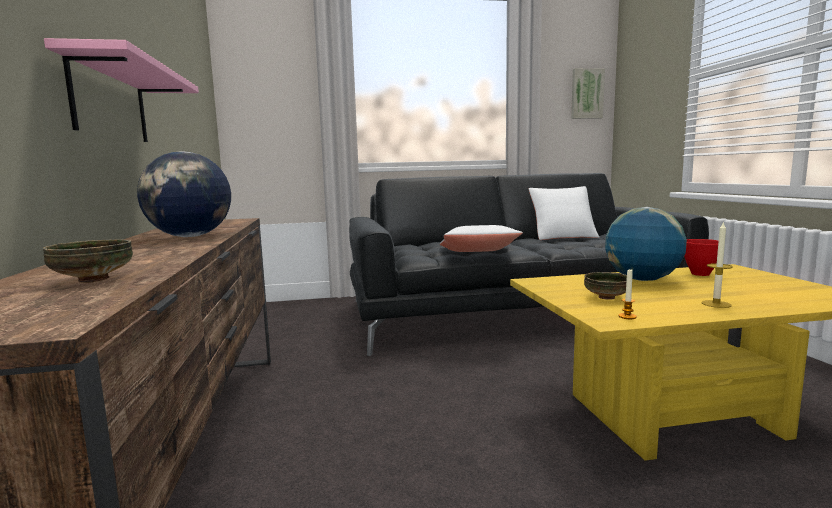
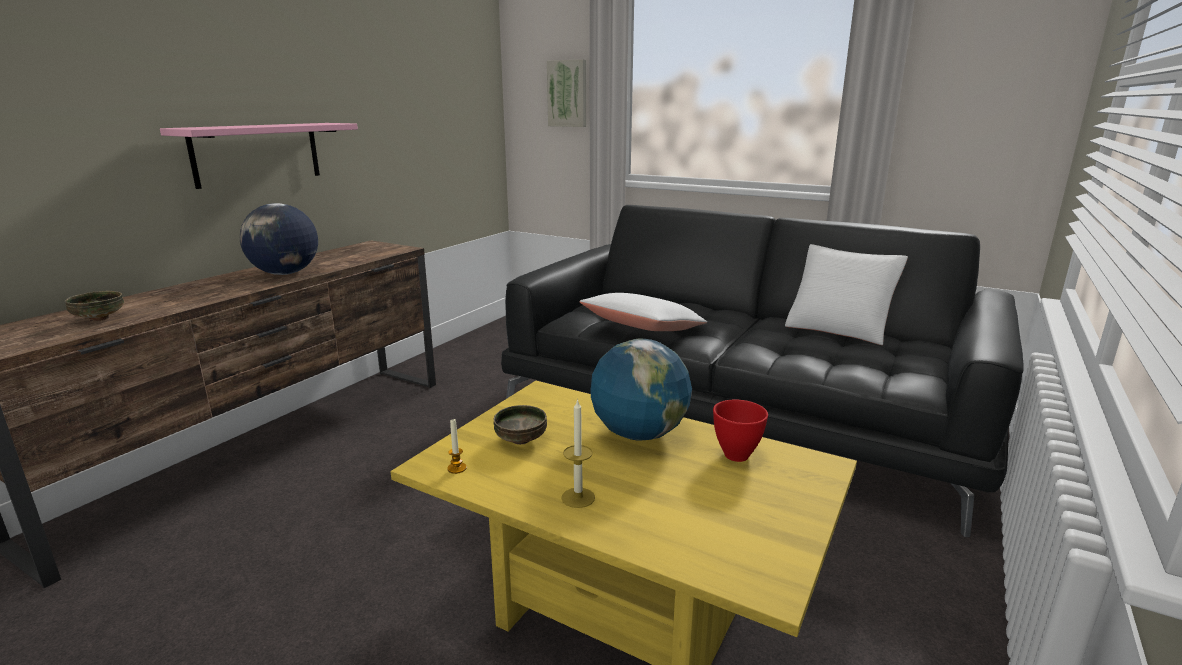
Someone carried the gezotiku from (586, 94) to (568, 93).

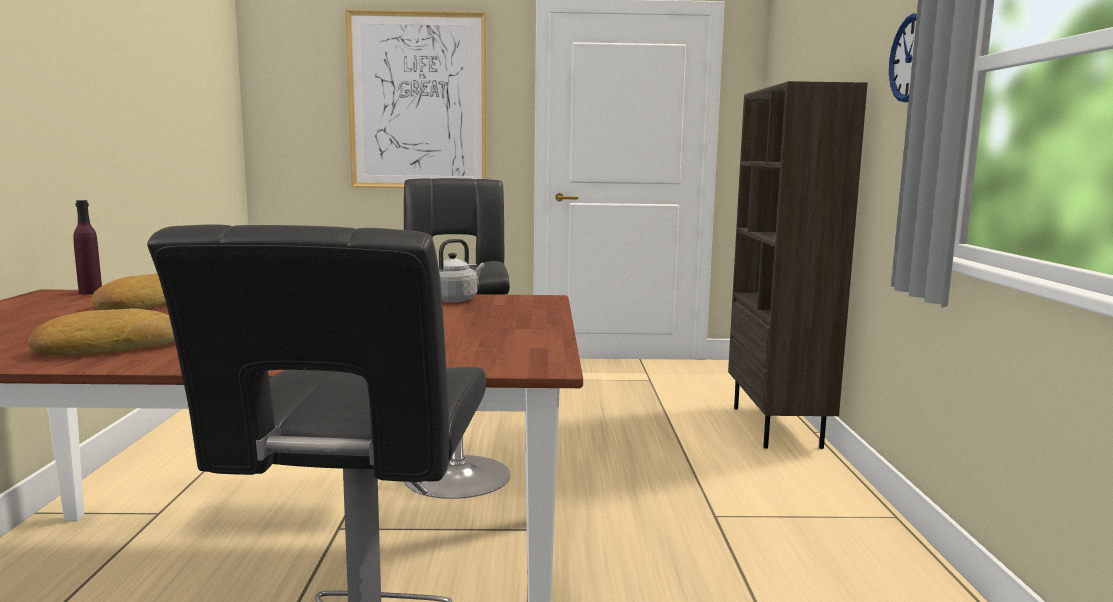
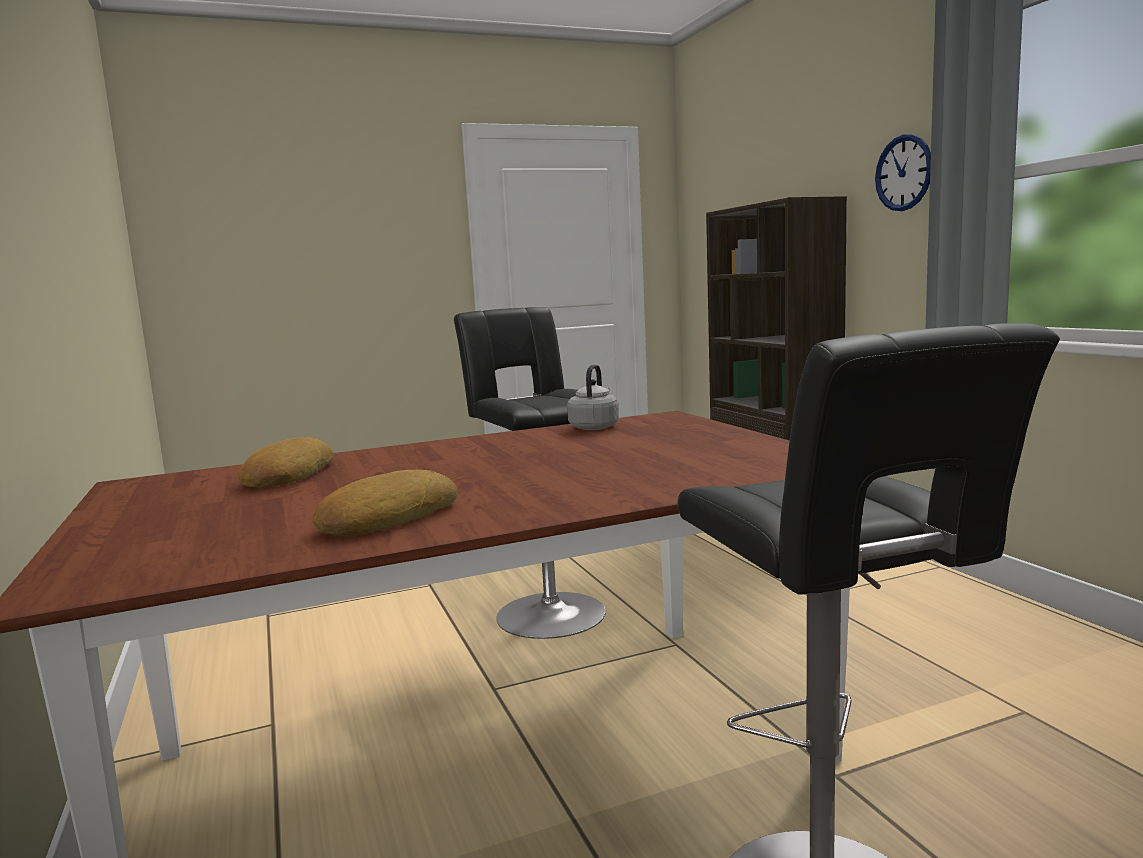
Someone took away the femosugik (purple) at (90, 292).
Someone took away the gezotiku at (418, 101).

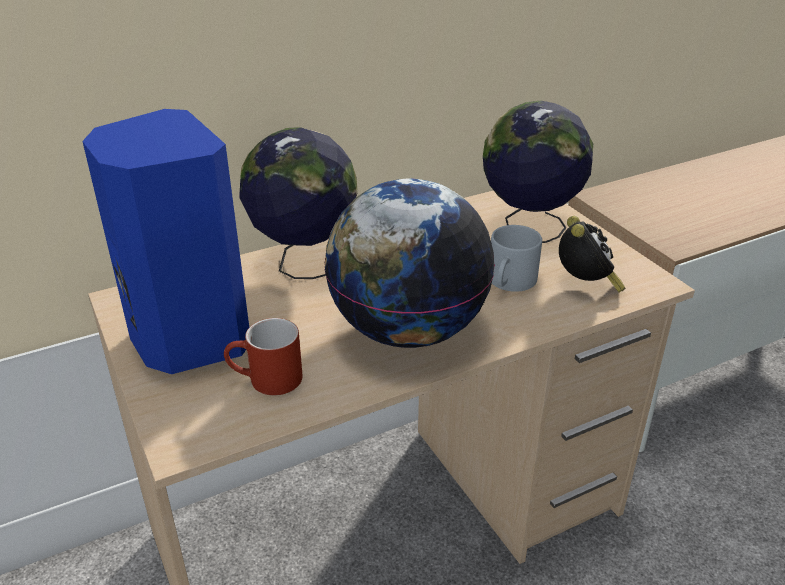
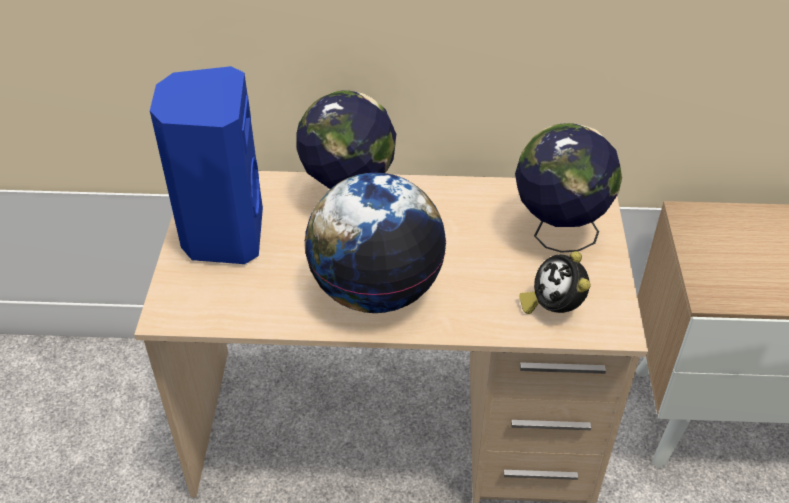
Someone rotated the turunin at (585, 285) by 135 degrees clockwise.
Someone took away the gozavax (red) at (266, 381).
Someone took away the gozavax (grey) at (510, 283).

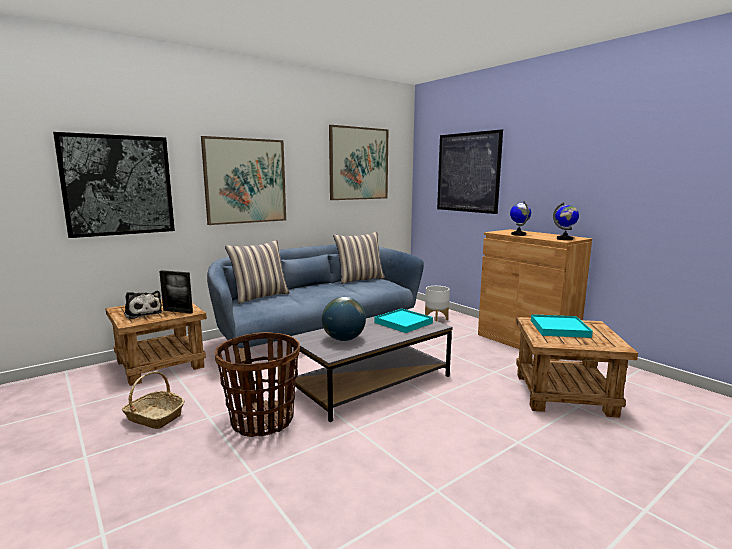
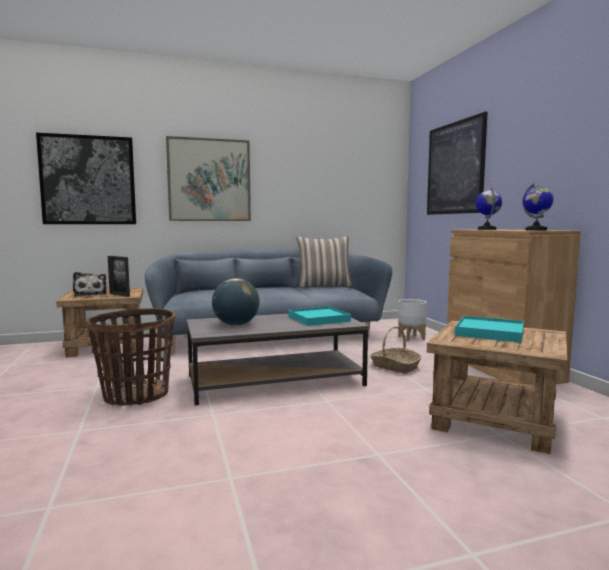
Someone carried the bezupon from (154, 417) to (395, 367).
Someone took away the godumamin at (260, 296).
Someone took away the gezotiku at (358, 163).

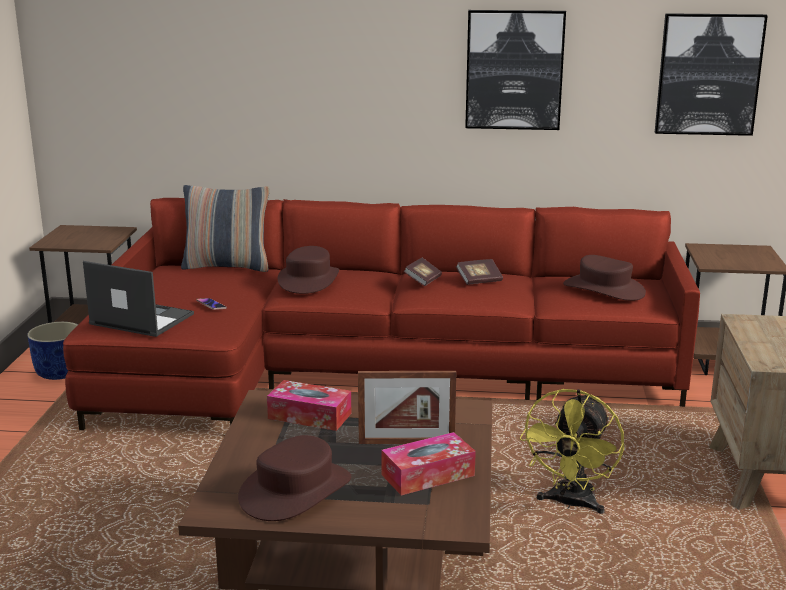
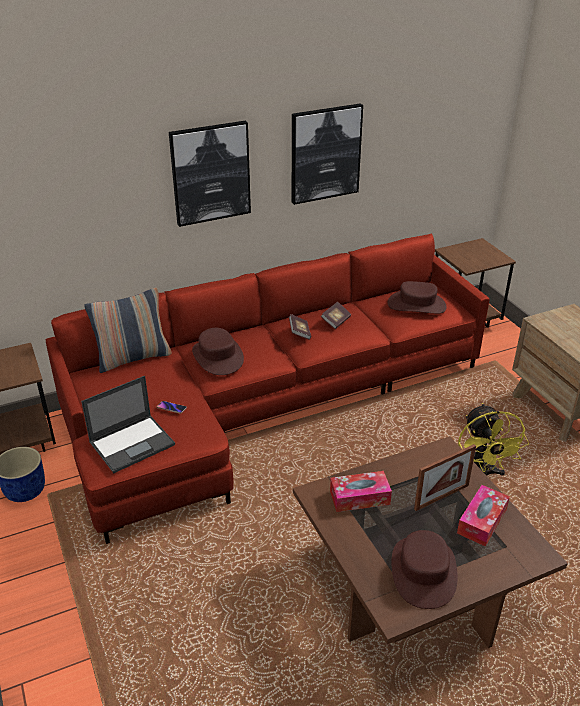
Someone rotated the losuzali at (140, 319) by 150 degrees clockwise.
Someone carried the gezotiku from (708, 74) to (210, 173).

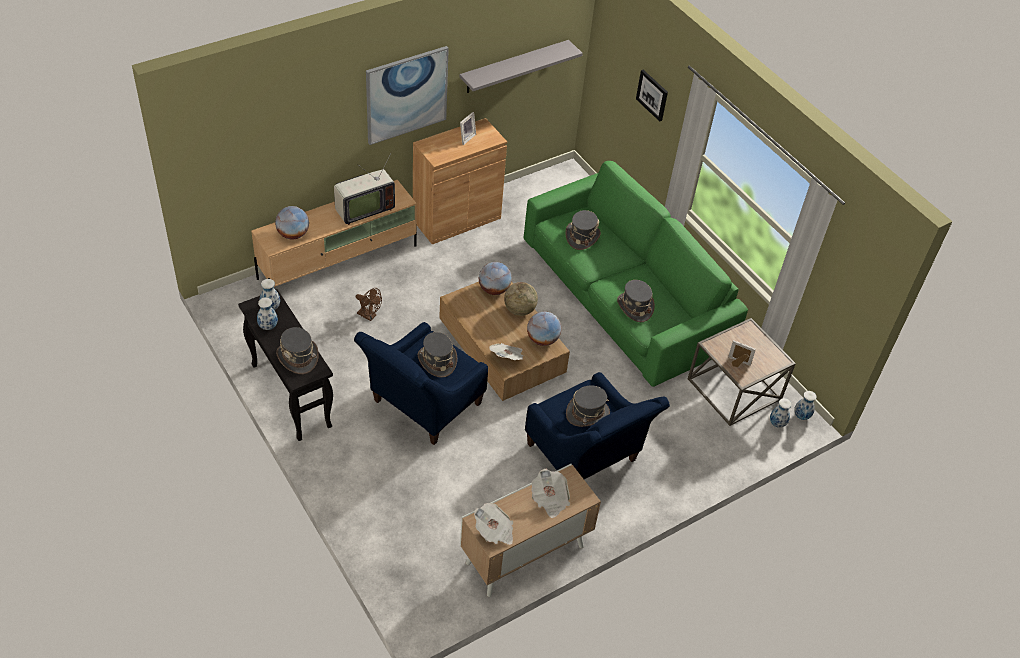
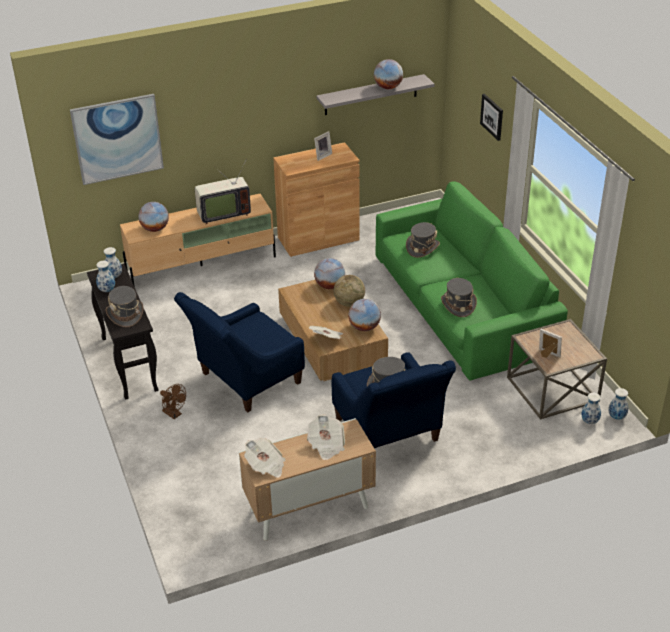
Someone carried the gezotiku from (406, 95) to (117, 139).
Someone carried the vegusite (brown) from (369, 316) to (174, 414).
Someone put down the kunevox at (388, 87).
Someone took away the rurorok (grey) at (437, 361).

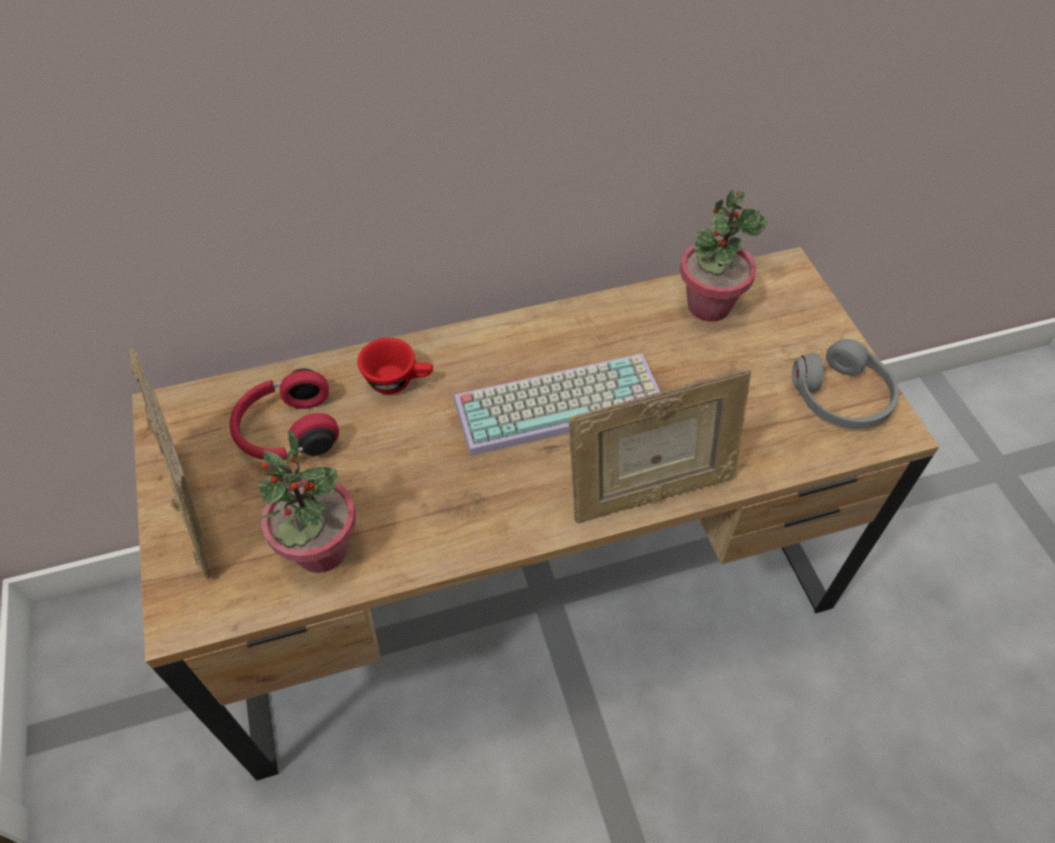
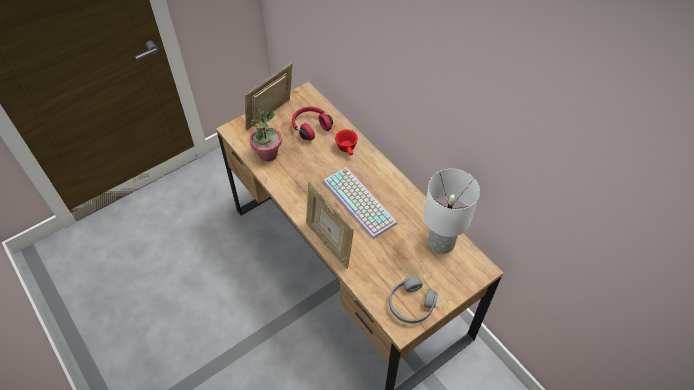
Someone swapped the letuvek at (708, 305) for the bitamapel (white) at (441, 242).

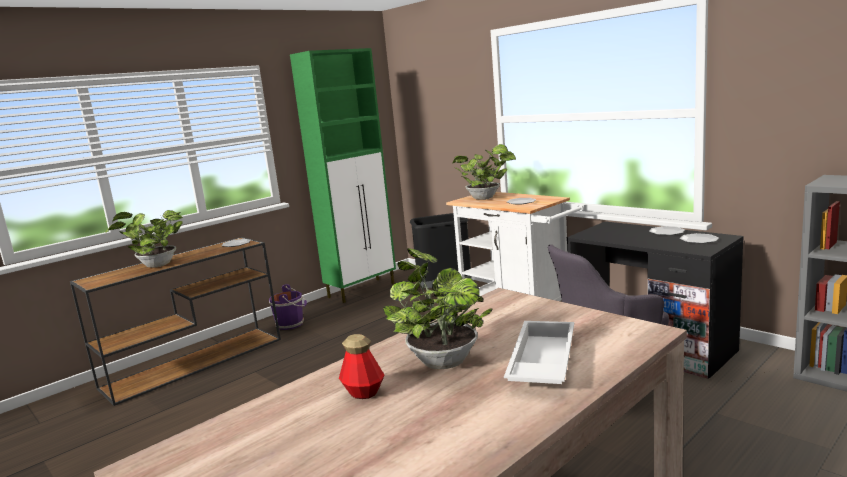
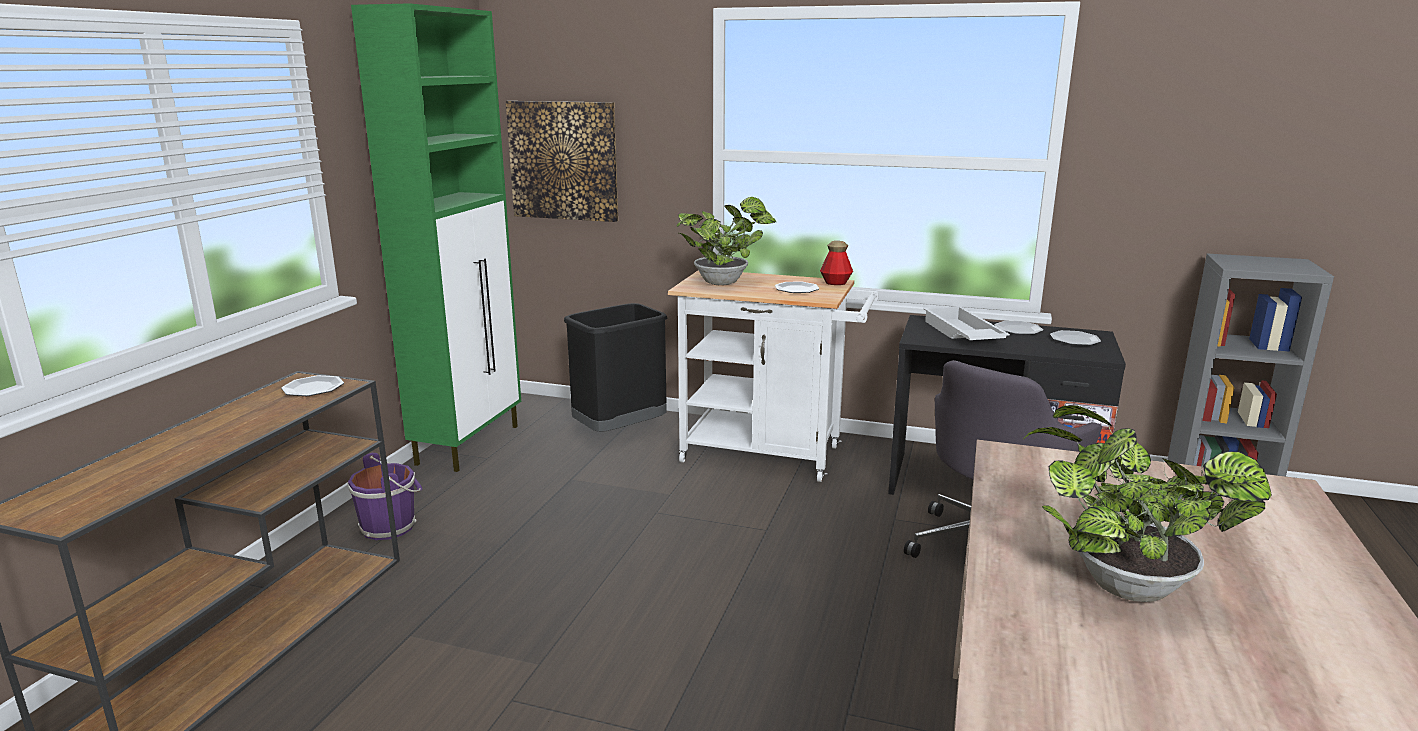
Someone put up the gezotiku at (563, 161).
Someone carried the femosugik from (363, 392) to (835, 283).
Someone carried the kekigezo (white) from (541, 362) to (961, 333).
Someone took away the letuvek at (155, 266).

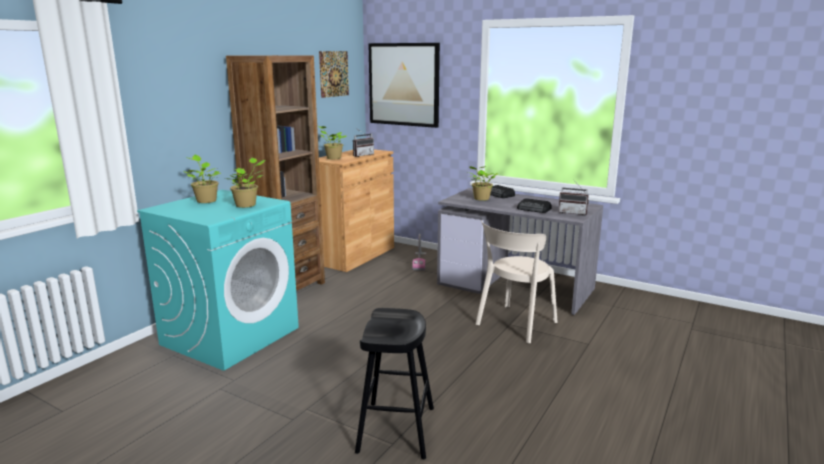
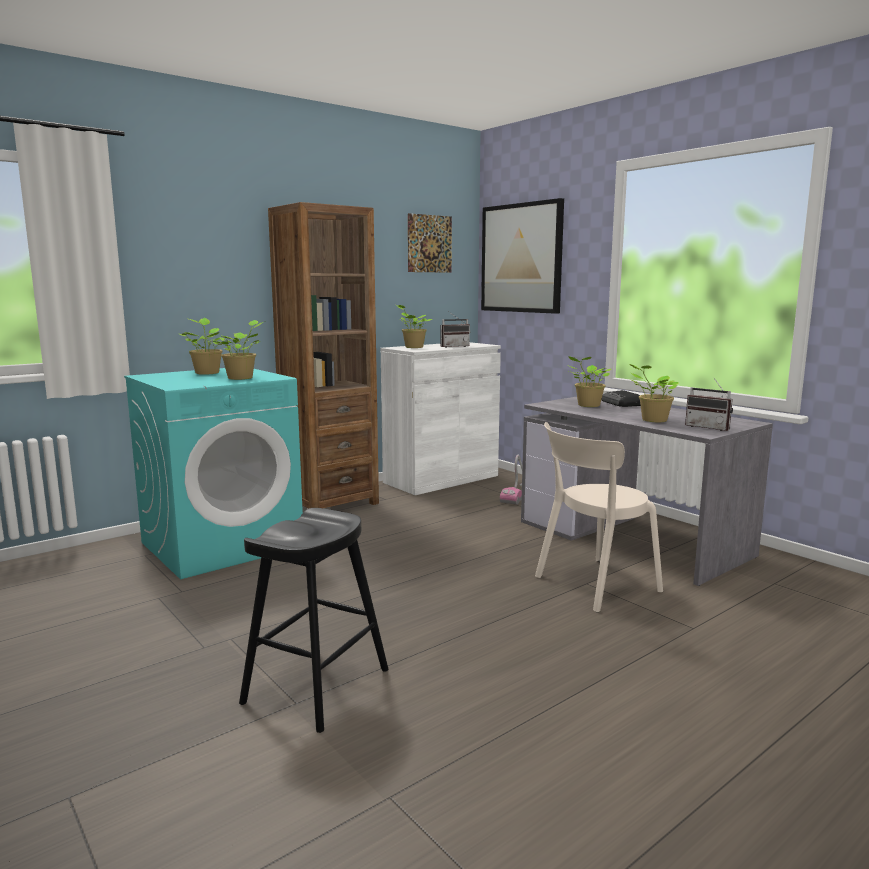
Someone repainted the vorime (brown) at (355, 255), which became the vorime (white) at (441, 479).
Someone swapped the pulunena at (534, 209) for the letuvek at (652, 420).

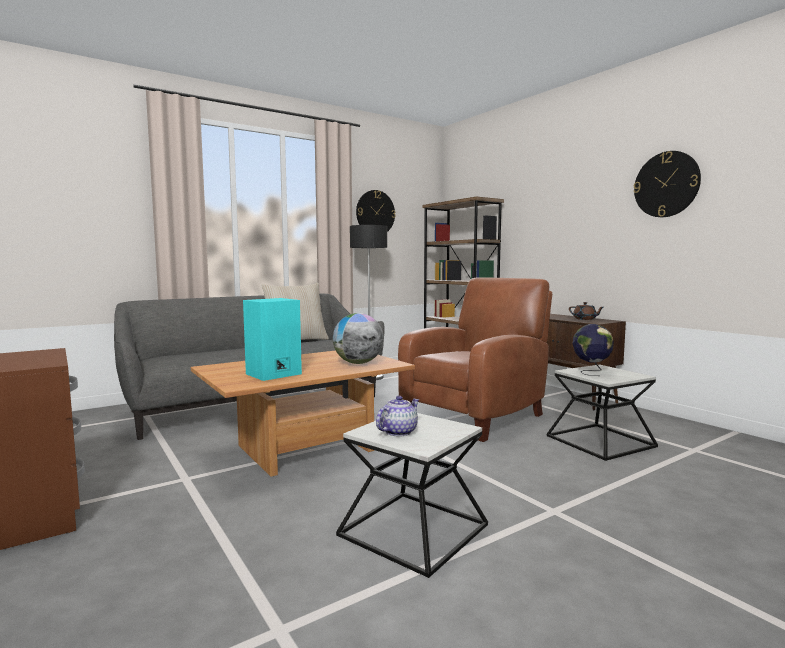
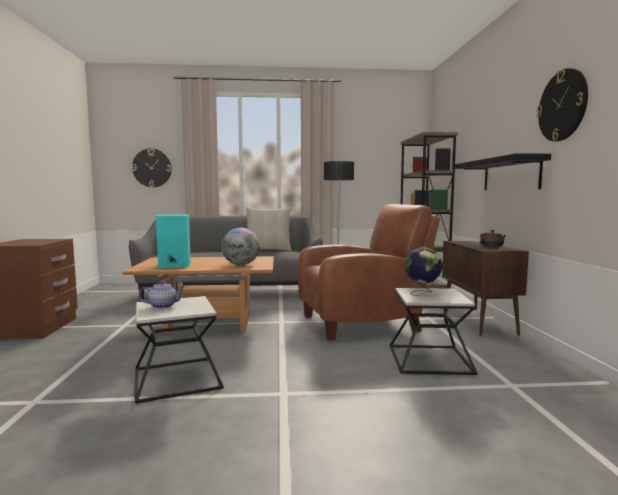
Someone carried the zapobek from (375, 213) to (152, 168).
Someone put up the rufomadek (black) at (510, 174).

